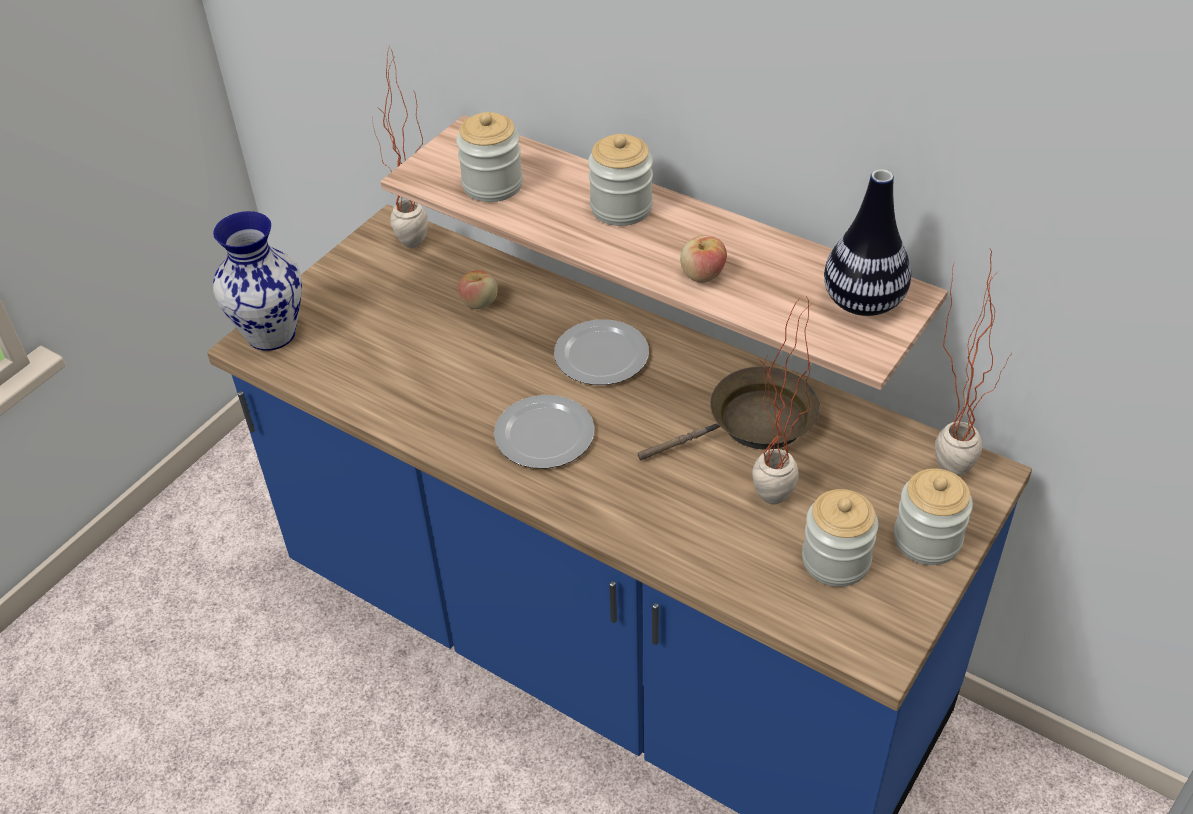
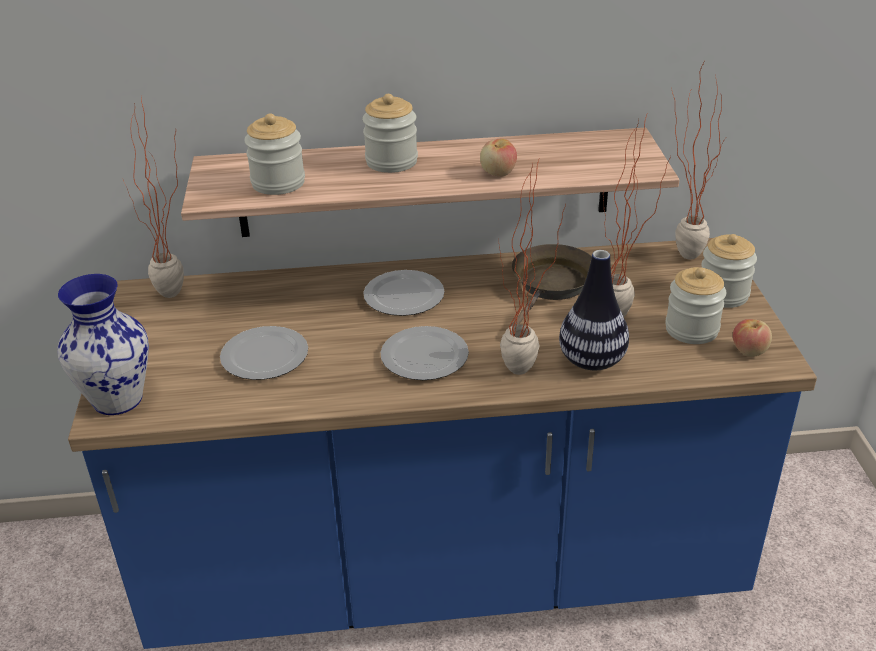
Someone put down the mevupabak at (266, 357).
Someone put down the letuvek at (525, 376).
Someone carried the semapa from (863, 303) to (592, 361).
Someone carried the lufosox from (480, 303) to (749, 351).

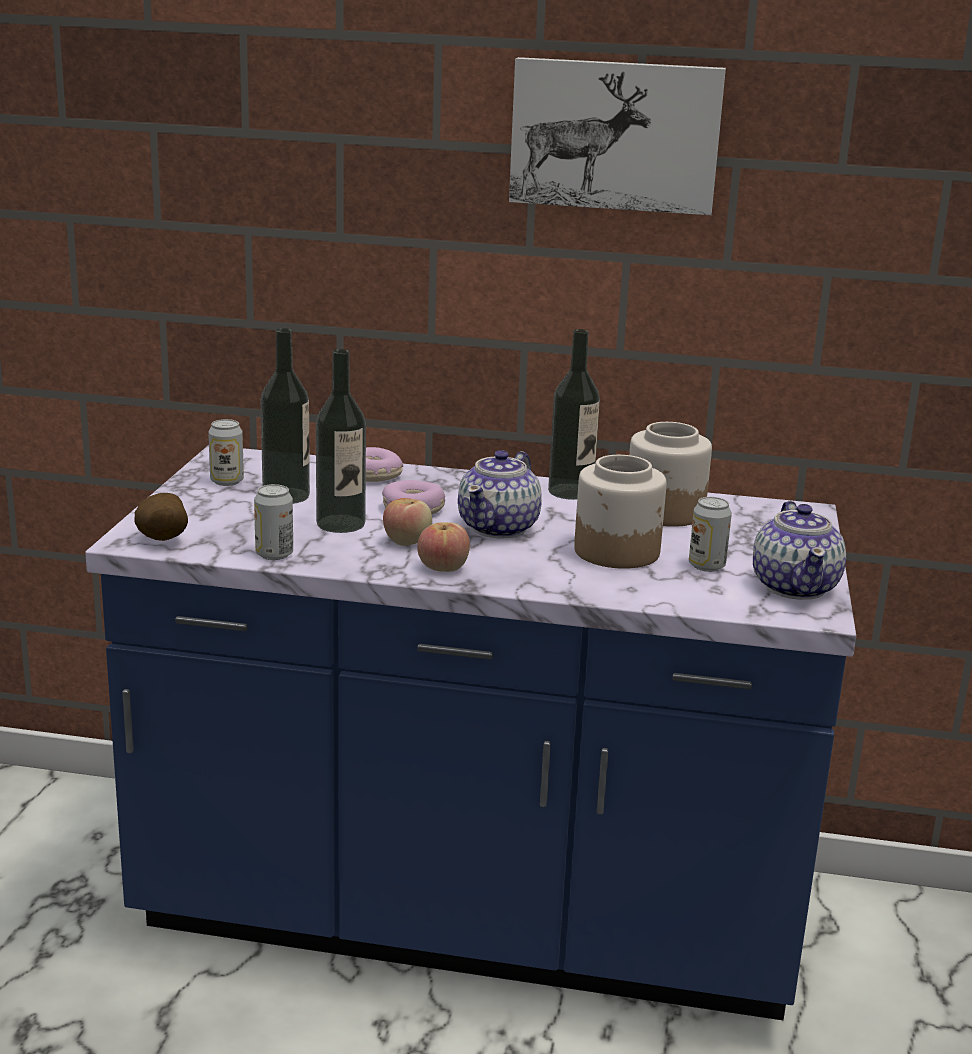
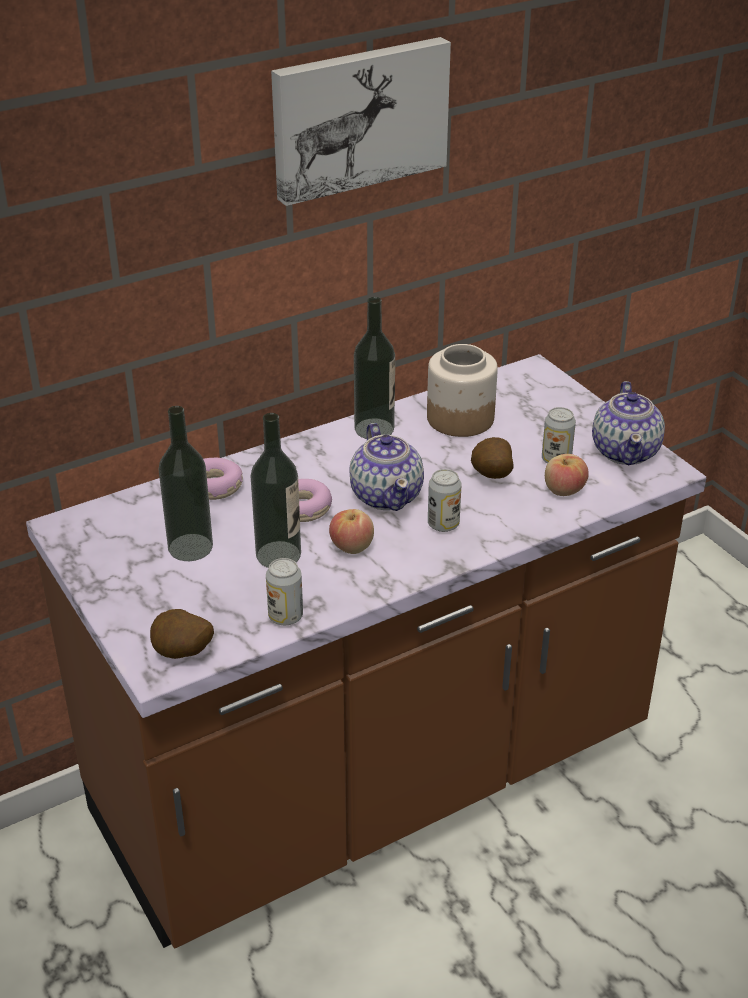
Someone repainted the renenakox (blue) at (469, 918), which became the renenakox (brown) at (374, 782).
Someone carried the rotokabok from (227, 481) to (443, 524).
Someone swapped the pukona at (618, 552) for the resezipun at (490, 477).
Someone carried the lufosox from (443, 568) to (563, 490).
Someone rotated the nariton at (795, 587) by 45 degrees clockwise.

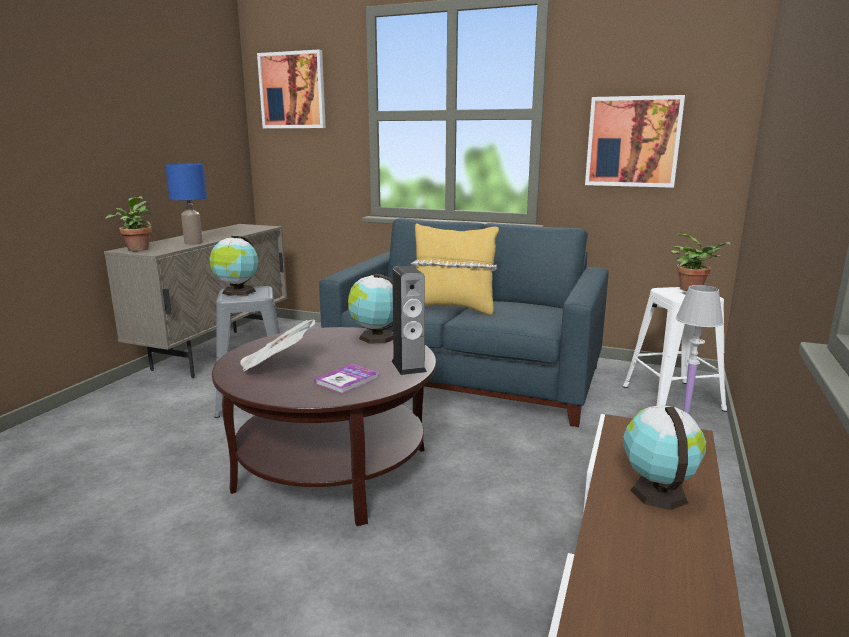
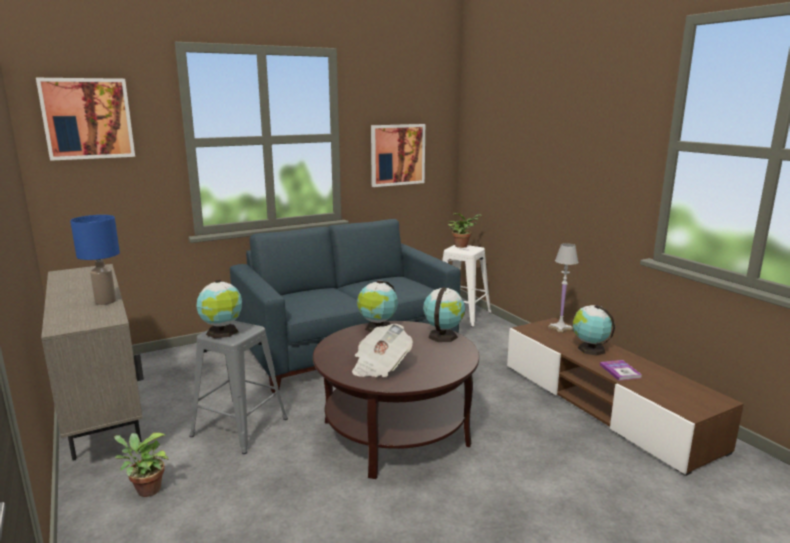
Someone carried the letuvek from (137, 249) to (145, 490).
Someone swapped the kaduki at (408, 366) for the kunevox at (443, 335).
Someone carried the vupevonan from (347, 380) to (620, 371).
Someone took away the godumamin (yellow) at (452, 308).

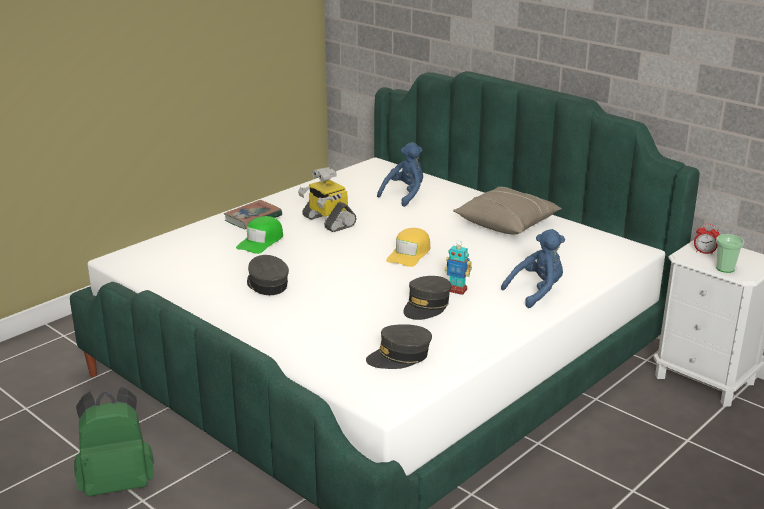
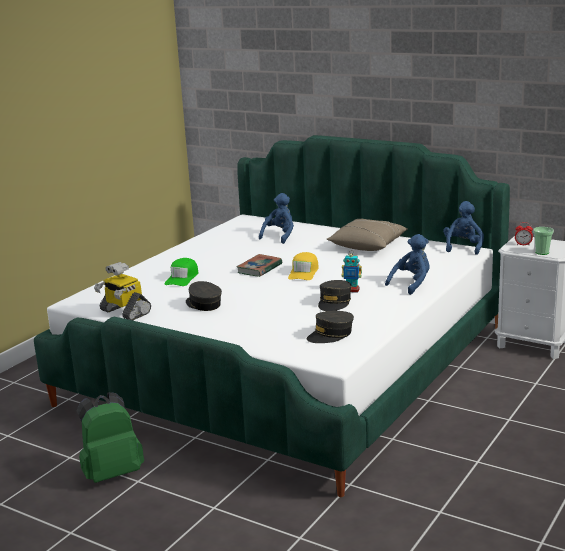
Someone carried the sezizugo from (327, 221) to (124, 312).
Someone carried the vupevonan from (253, 218) to (259, 268).
Someone put down the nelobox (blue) at (463, 247).

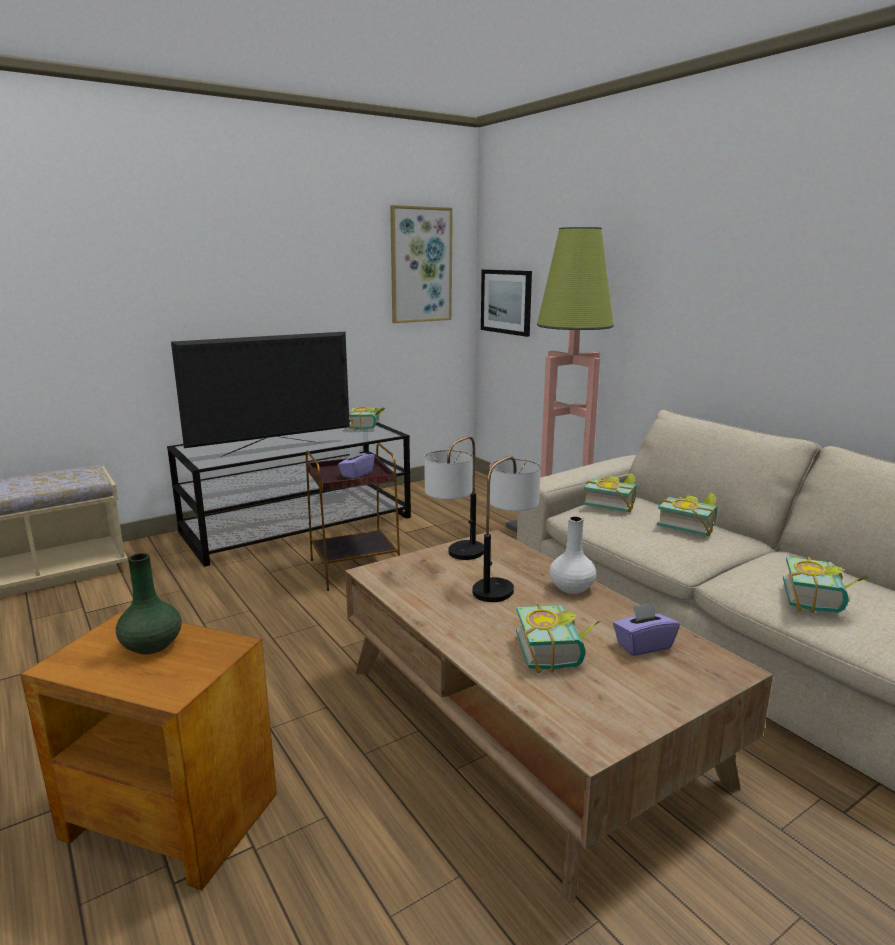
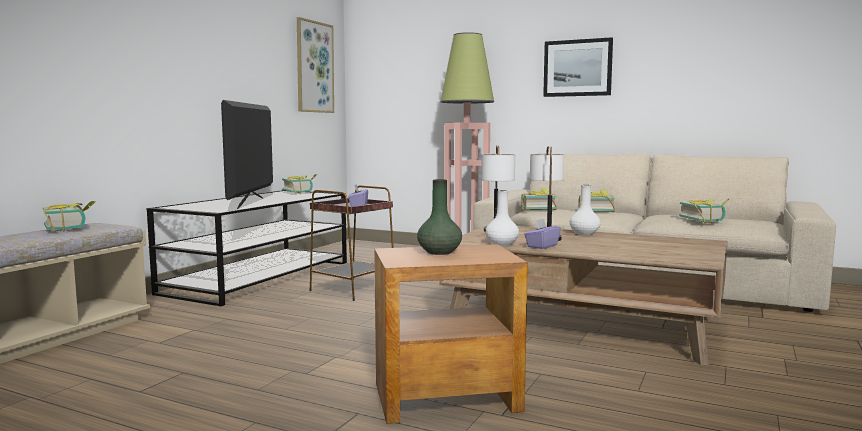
Someone carried the vupevonan from (556, 652) to (70, 228).
Someone rotated the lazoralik at (272, 449) by 150 degrees clockwise.
Someone put down the semapa (white) at (502, 244).
Someone carried the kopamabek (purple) from (643, 645) to (542, 246).
Someone carried the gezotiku from (506, 301) to (577, 68).

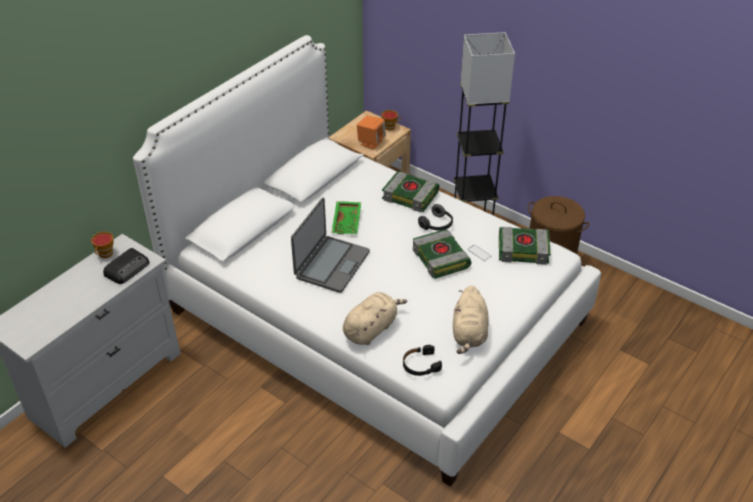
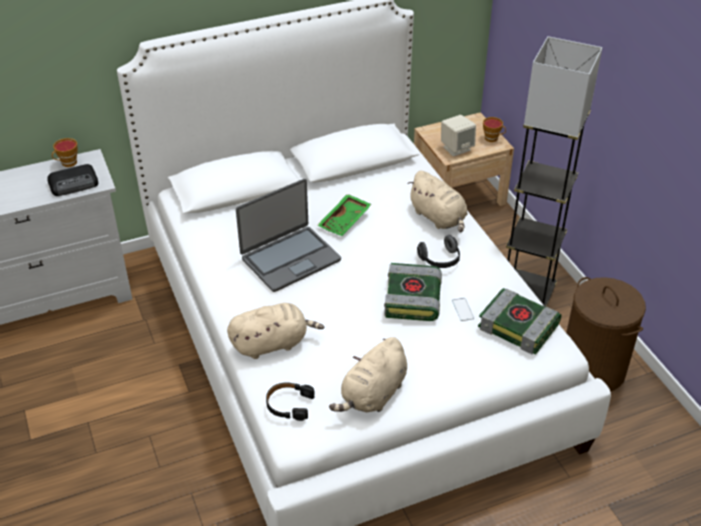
Someone swapped the vupevonan at (411, 196) for the nelobox (beige) at (439, 218).
Someone repainted the kaduki (orange) at (371, 142), which became the kaduki (beige) at (456, 148).

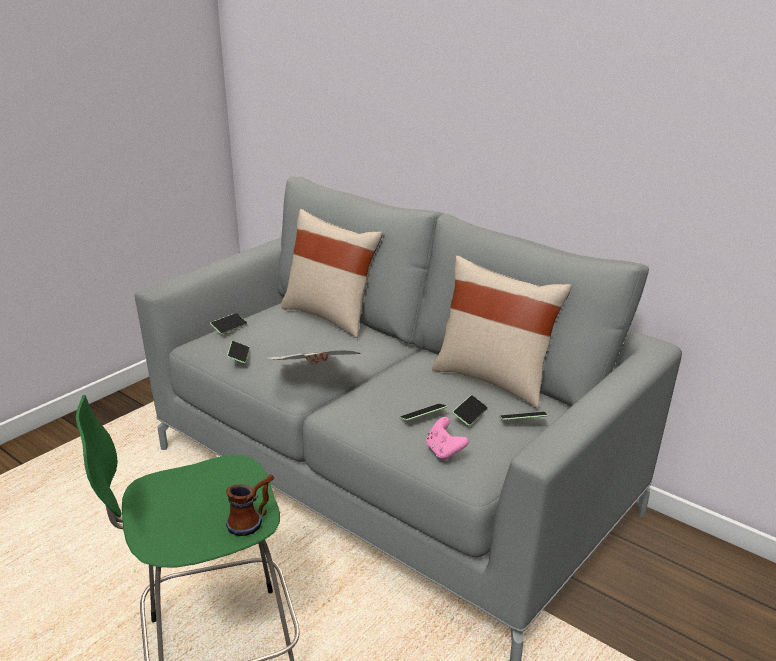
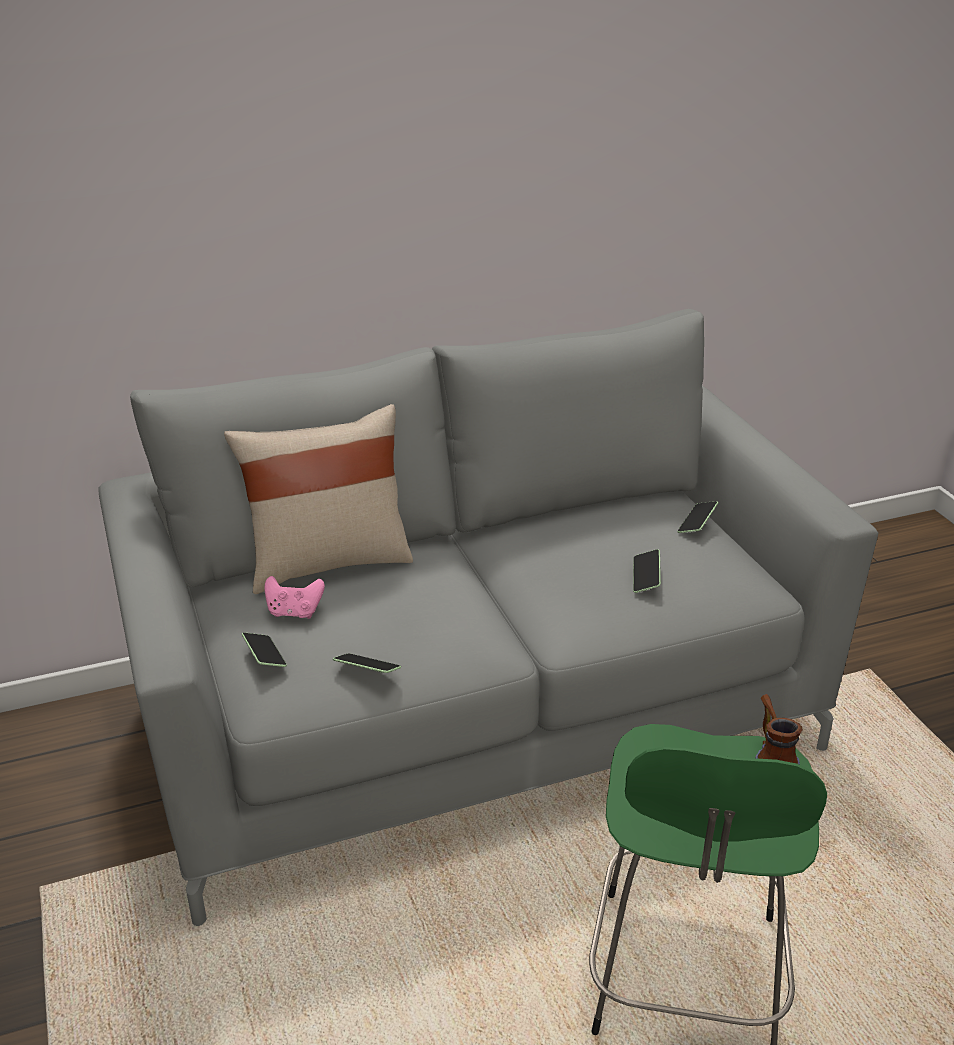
Someone carried the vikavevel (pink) from (444, 452) to (294, 612).
Someone took away the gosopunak at (315, 377).
Someone took away the godumamin (beige) at (494, 379).
Someone took away the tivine at (470, 416).

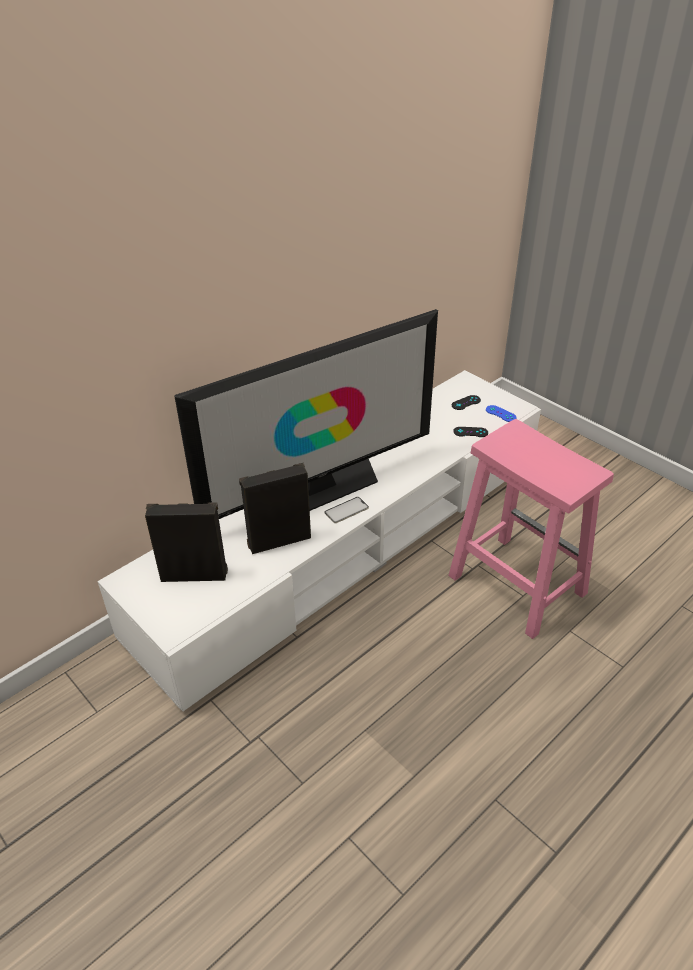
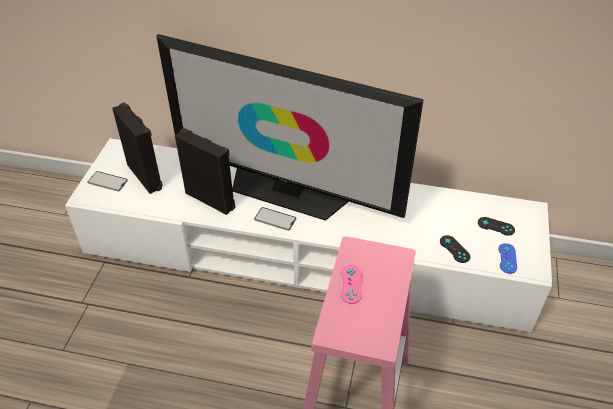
Someone put down the tivine at (107, 181).
Someone put down the vikavevel (pink) at (351, 284).

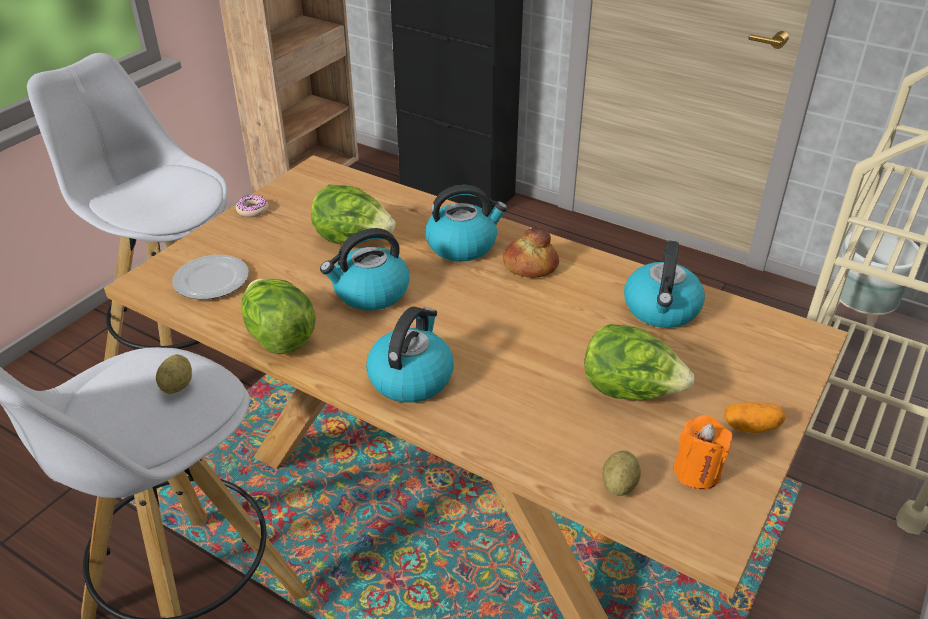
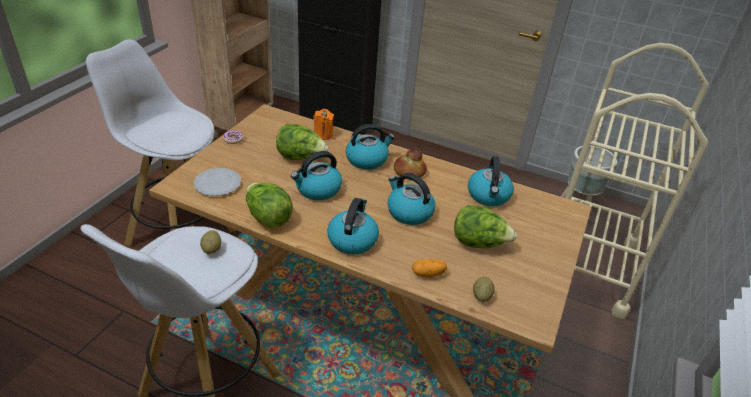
Someone carried the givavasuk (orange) from (697, 472) to (323, 134).
Someone put down the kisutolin at (409, 212).
Someone carried the resezipun from (751, 427) to (428, 274).

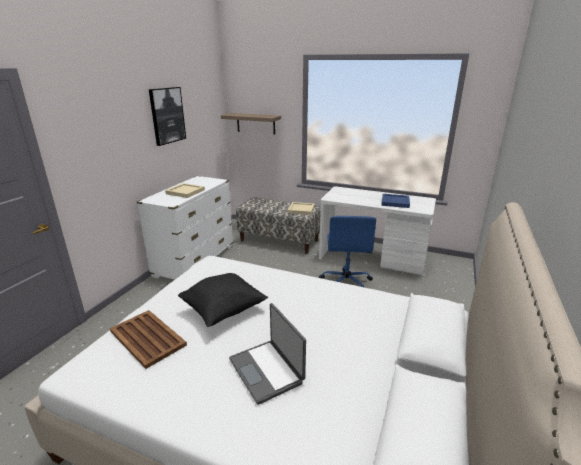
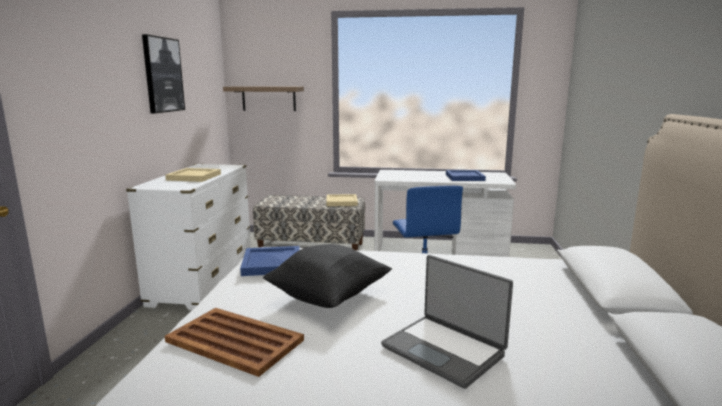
Someone put down the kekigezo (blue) at (271, 264).

